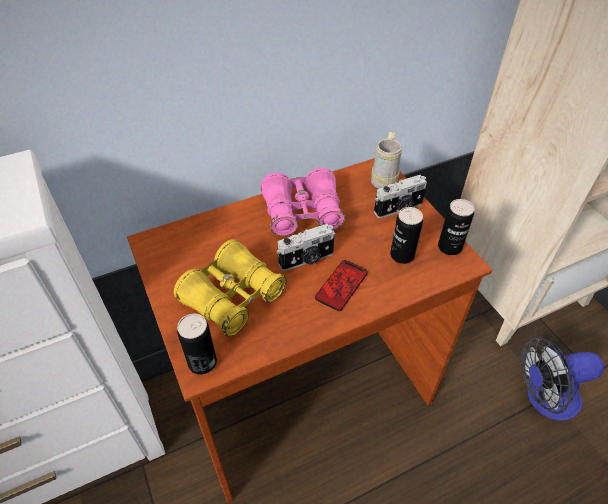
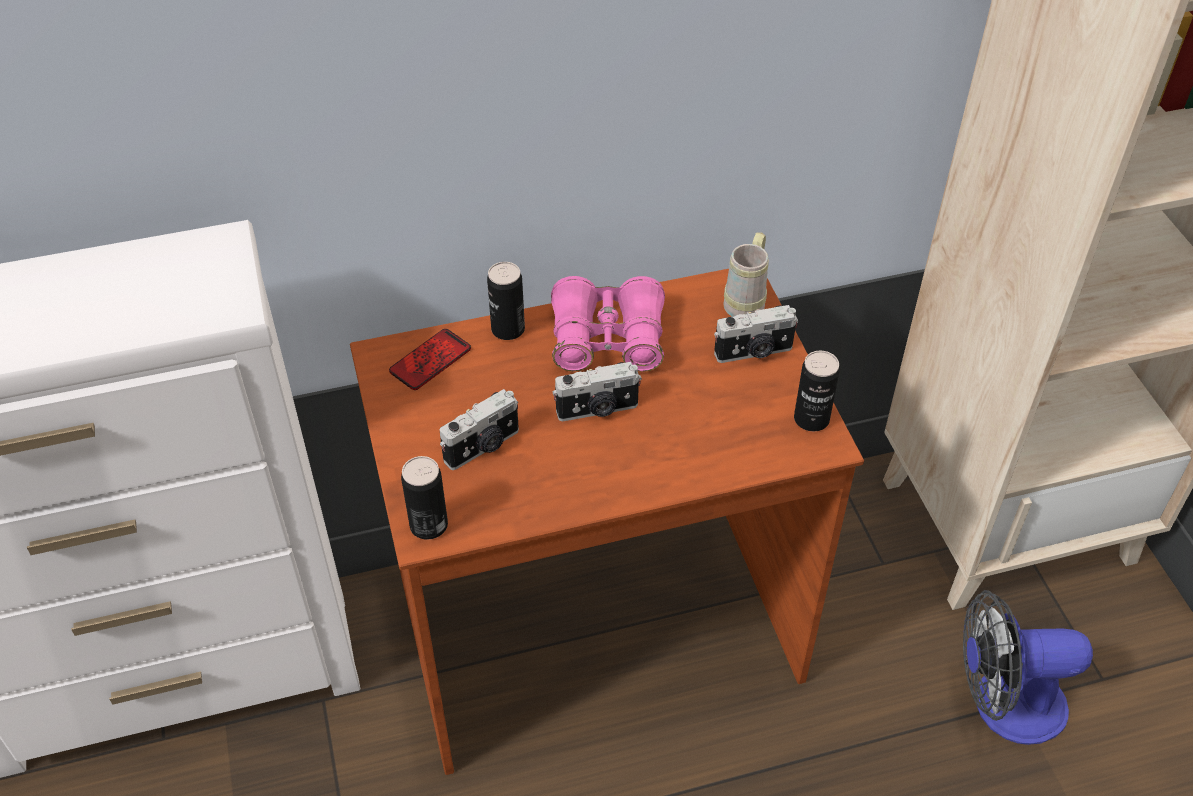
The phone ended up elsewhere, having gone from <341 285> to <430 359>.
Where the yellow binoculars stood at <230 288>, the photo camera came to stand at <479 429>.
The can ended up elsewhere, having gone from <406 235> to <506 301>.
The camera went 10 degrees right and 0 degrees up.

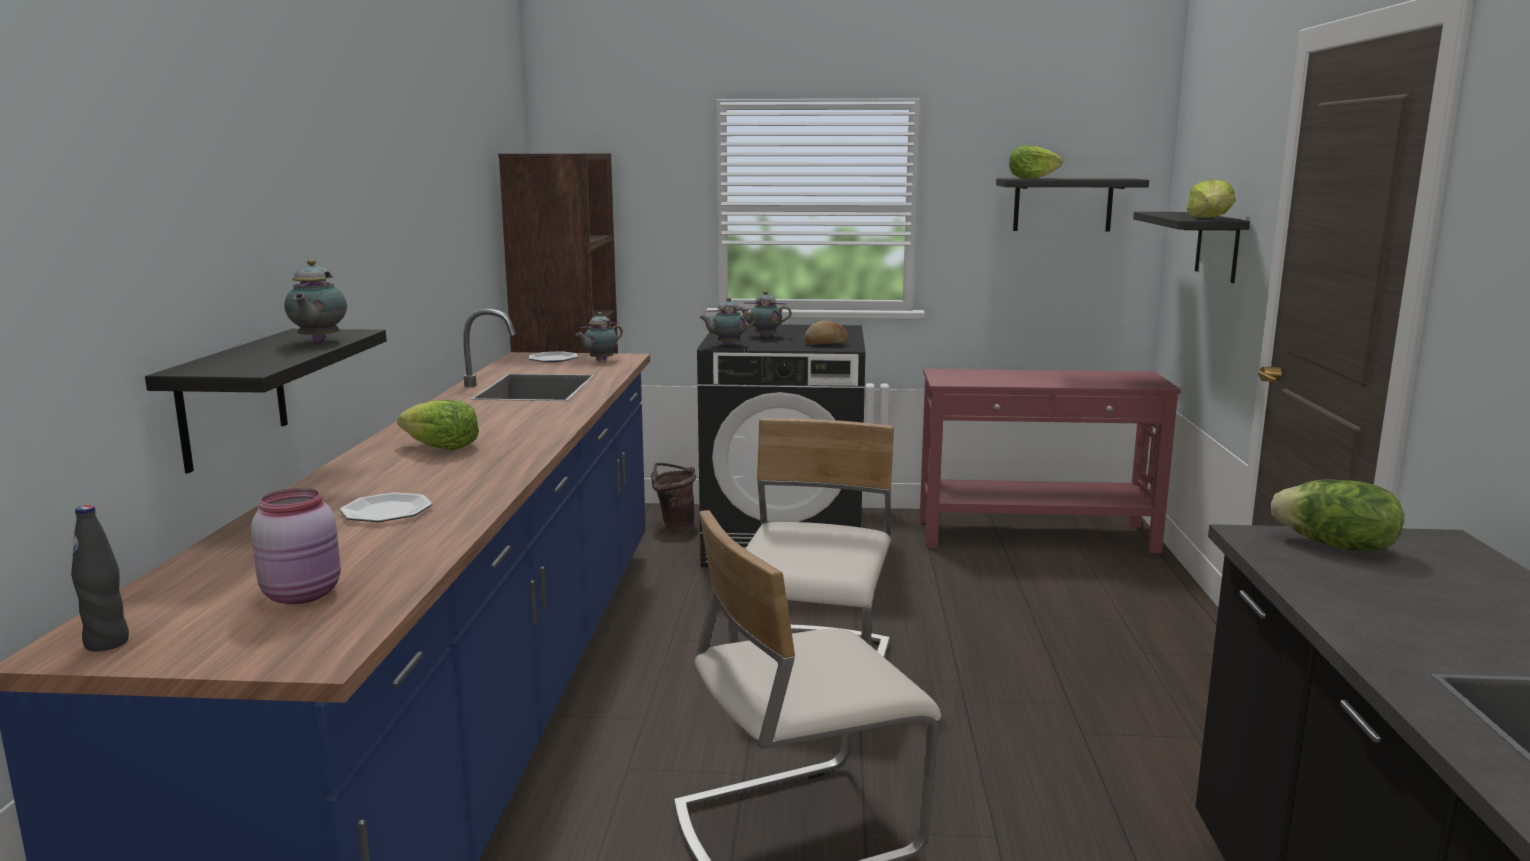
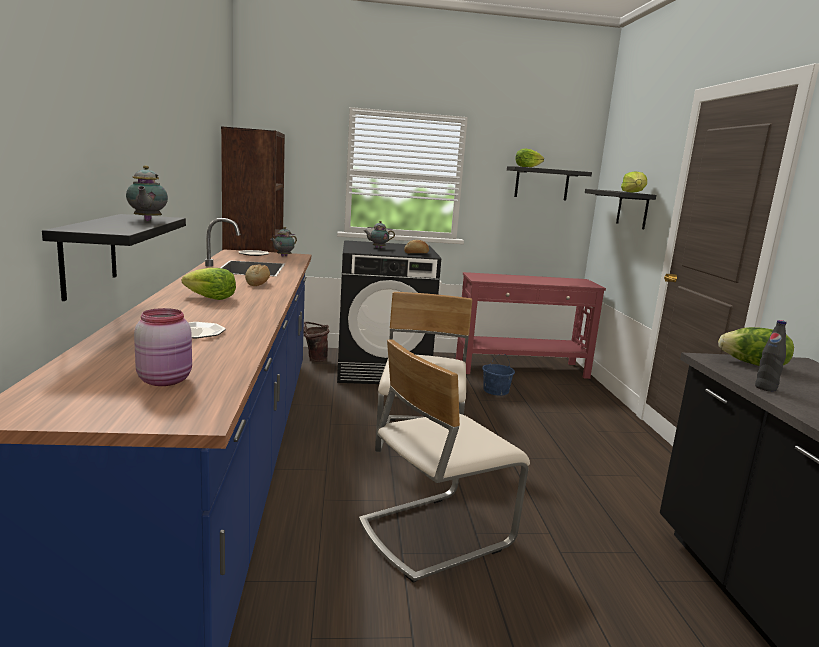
The second view gained the bread at <257 275>.
The second view gained the blue bucket at <498 374>.
The black bottle ended up elsewhere, having gone from <100 578> to <770 356>.
The second view lost the teapot at <727 321>.
The camera went 10 degrees left and 0 degrees up.

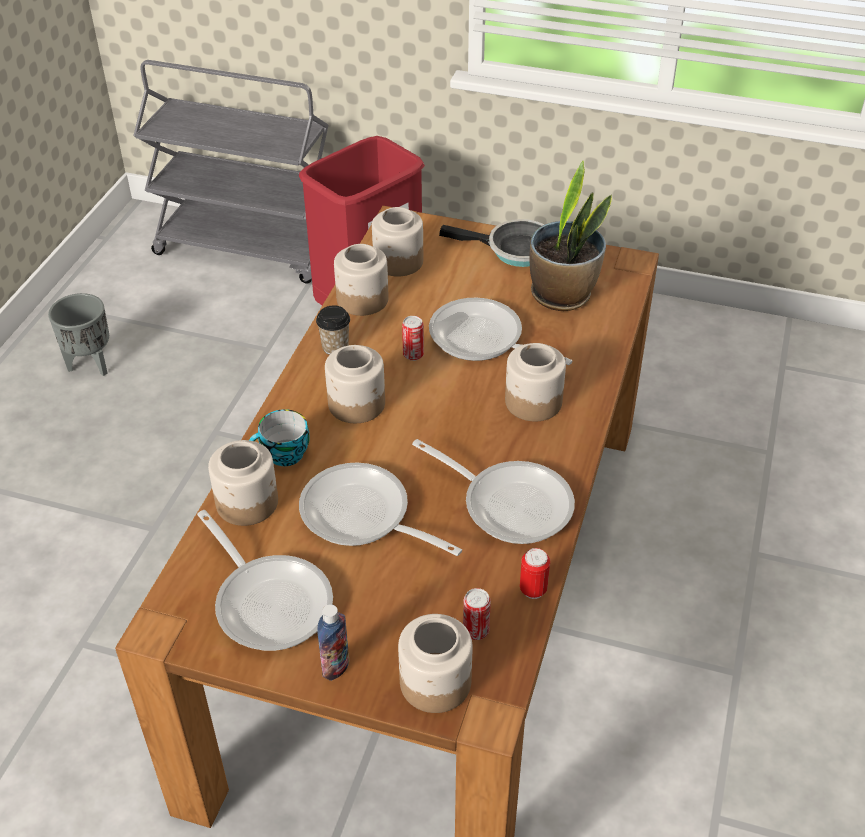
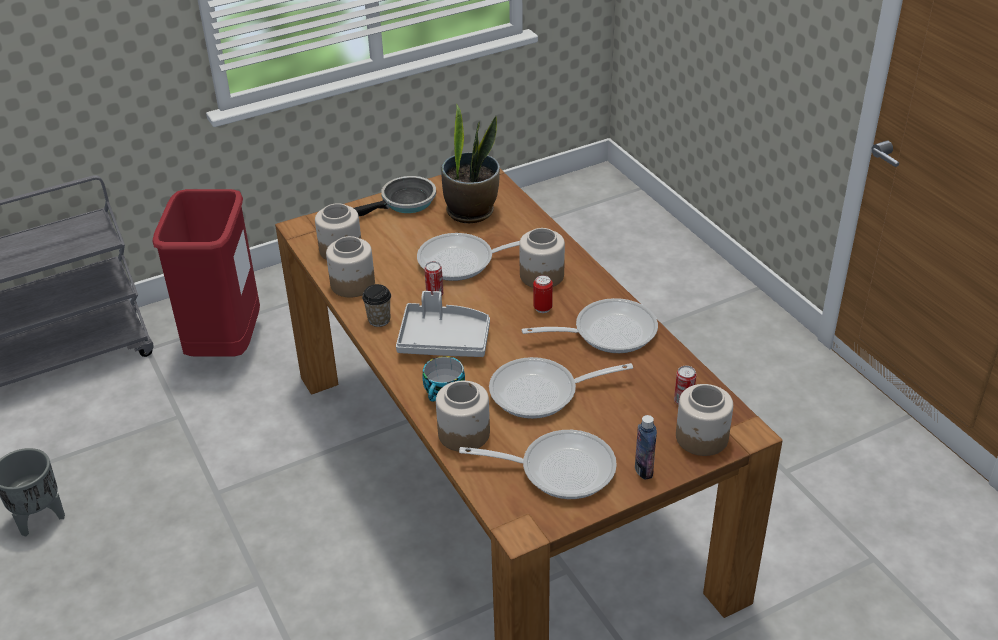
Where the jar stood at <355 384>, the grey tray came to stand at <443 324>.
The can ended up elsewhere, having gone from <535 573> to <543 294>.
The camera went 45 degrees left and 5 degrees down.

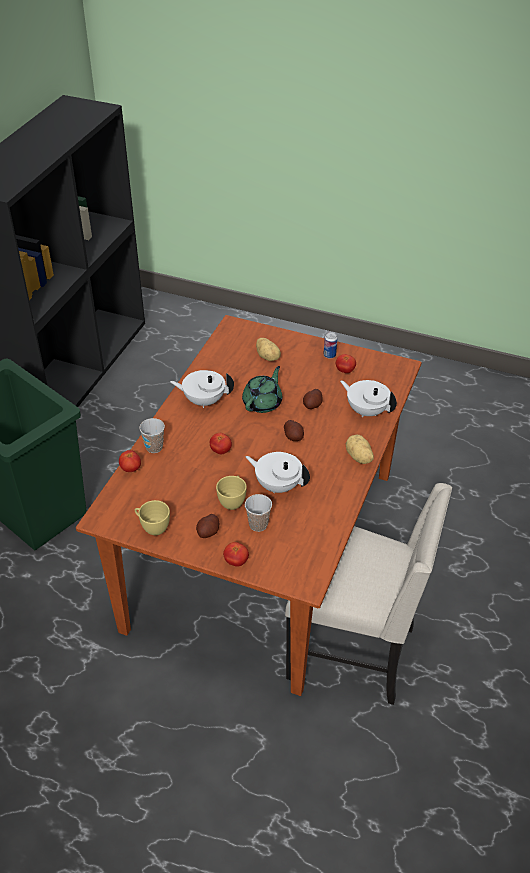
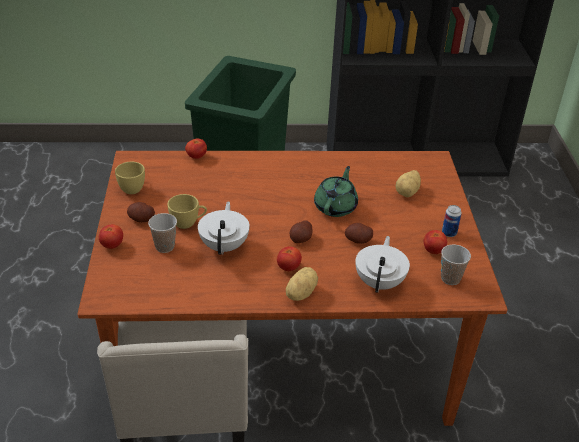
The tomato ended up elsewhere, having gone from <221 443> to <289 258>.
The green teapot at <262 389> ended up facing another way, 75 degrees counterclockwise from before.
The cup ended up elsewhere, having gone from <152 435> to <456 264>.
The second view lost the white teapot at <202 389>.
The camera went 65 degrees right and 5 degrees down.

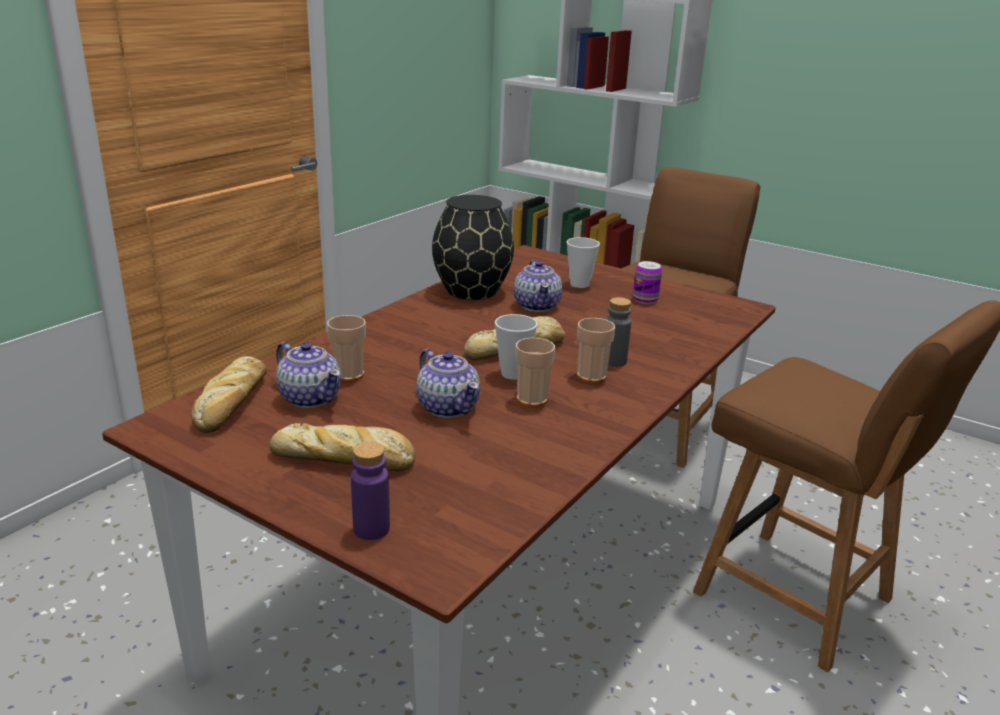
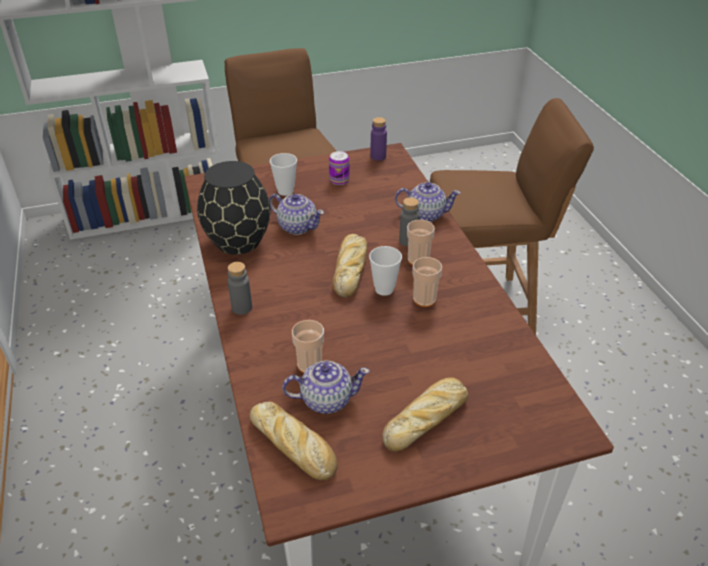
The second view gained the grey bottle at <240 288>.
The purple bottle ended up elsewhere, having gone from <370 491> to <378 139>.
The teapot ended up elsewhere, having gone from <448 383> to <428 202>.
The camera went 50 degrees left and 15 degrees up.

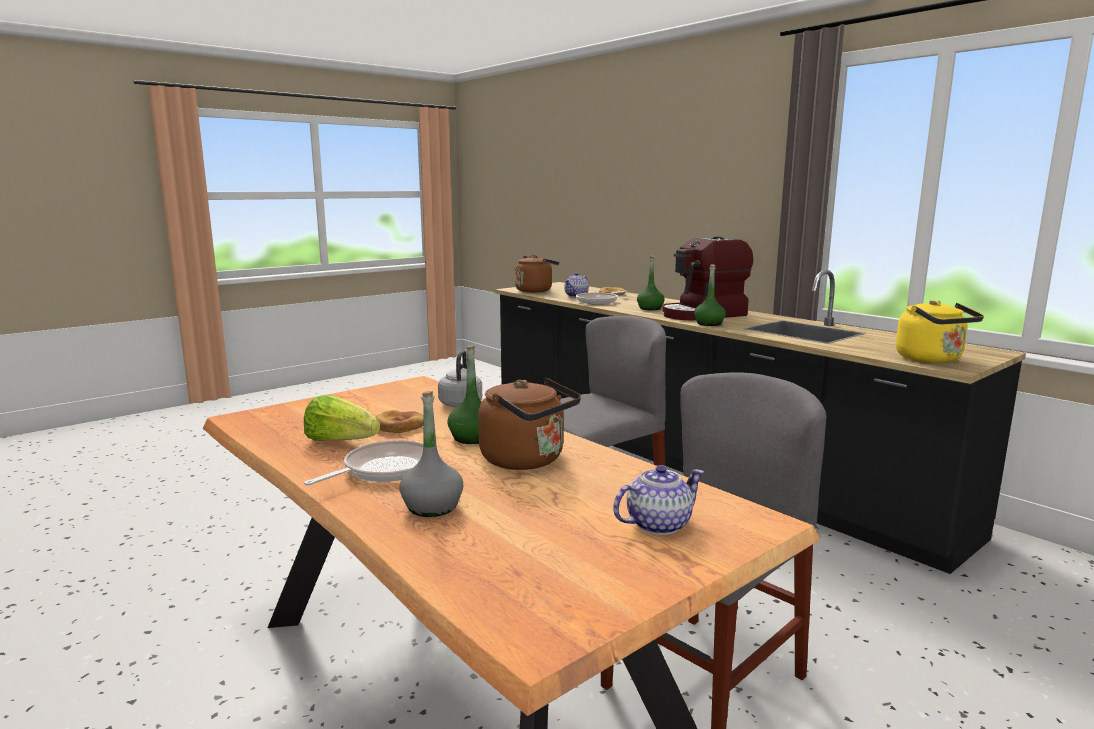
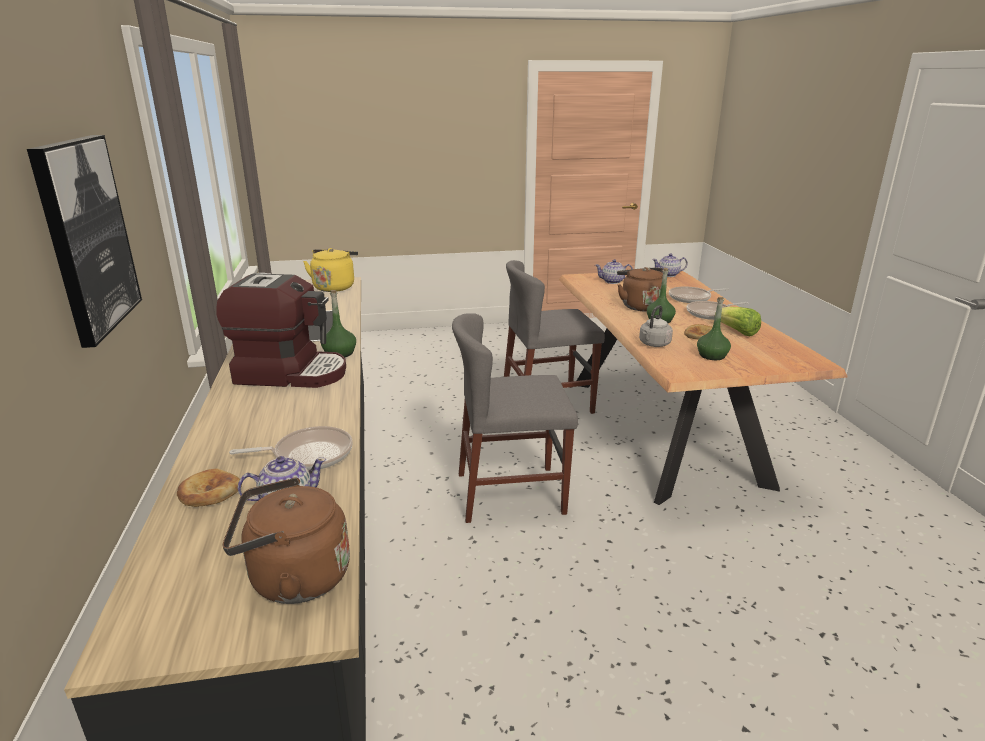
The second view gained the picture at <84 241>.
The second view gained the teapot at <670 265>.
Where the grey bottle stood at <431 454>, the frying pan came to stand at <699 294>.
The green bottle ended up elsewhere, having gone from <651 283> to <714 328>.
The camera went 150 degrees left and 10 degrees up.

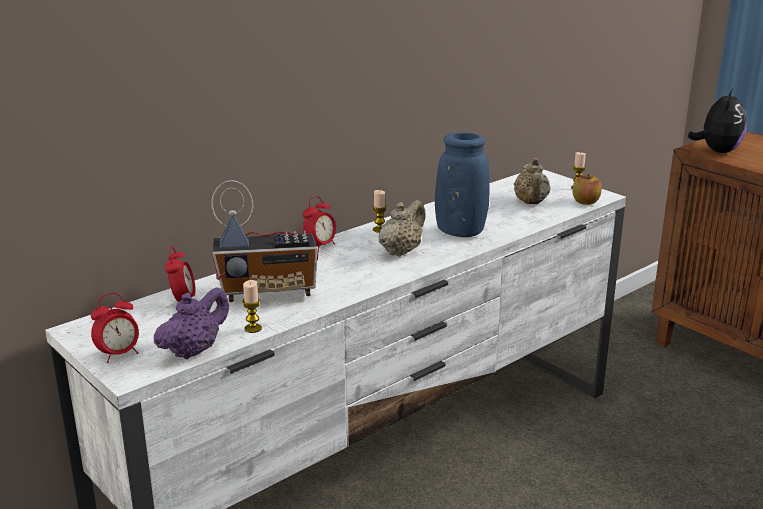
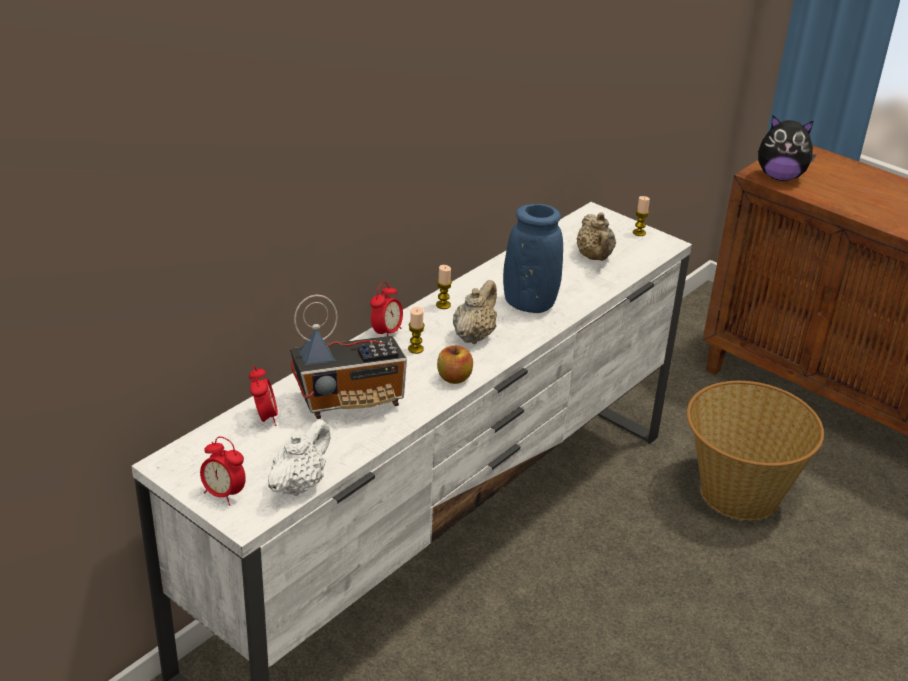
The alarm clock at <115 328> ended up facing another way, 75 degrees clockwise from before.
What was the purple teapot at <191 323> turned into the white teapot at <299 457>.
The candle ended up elsewhere, having gone from <252 306> to <416 330>.
The apple ended up elsewhere, having gone from <587 189> to <455 365>.
The second view gained the basket at <755 450>.
The plush toy at <717 120> ended up facing another way, 90 degrees clockwise from before.
The camera went 10 degrees left and 10 degrees up.

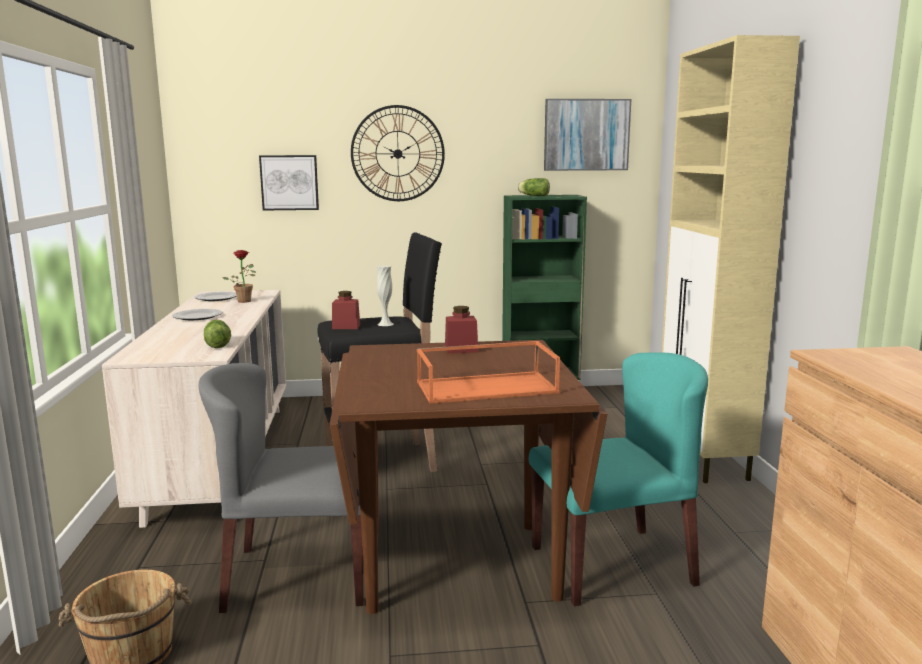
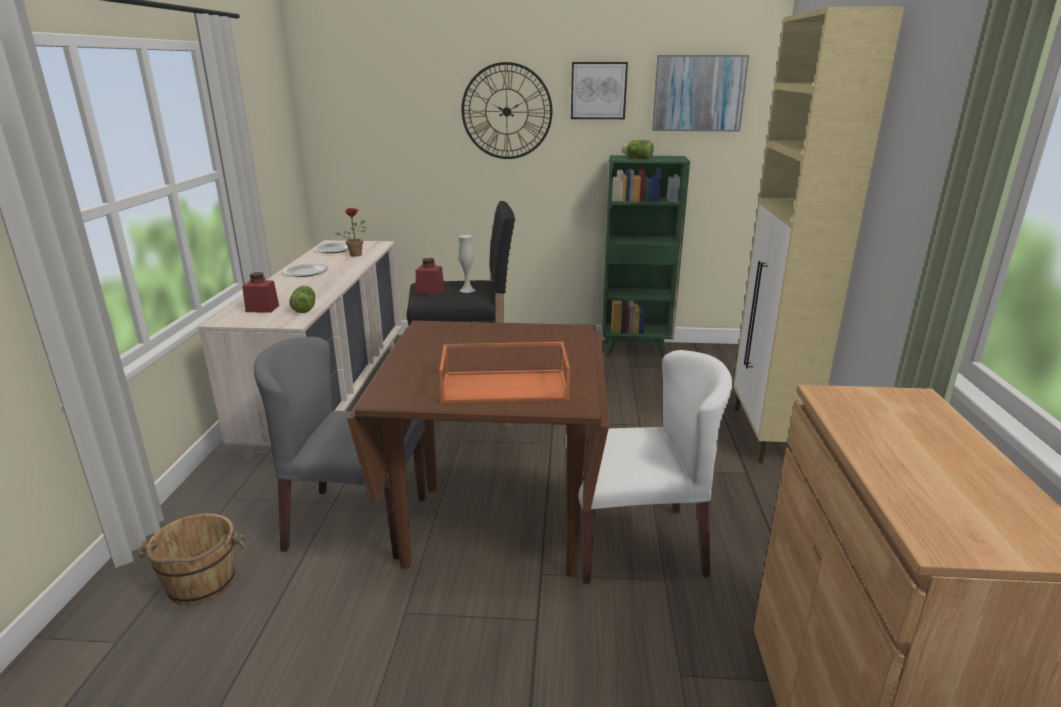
The red jar ended up elsewhere, having gone from <461 330> to <260 292>.
What was the turquoise chair at <618 479> turned into the white chair at <648 467>.
The picture ended up elsewhere, having gone from <289 182> to <599 90>.
The camera went 10 degrees right and 10 degrees up.

